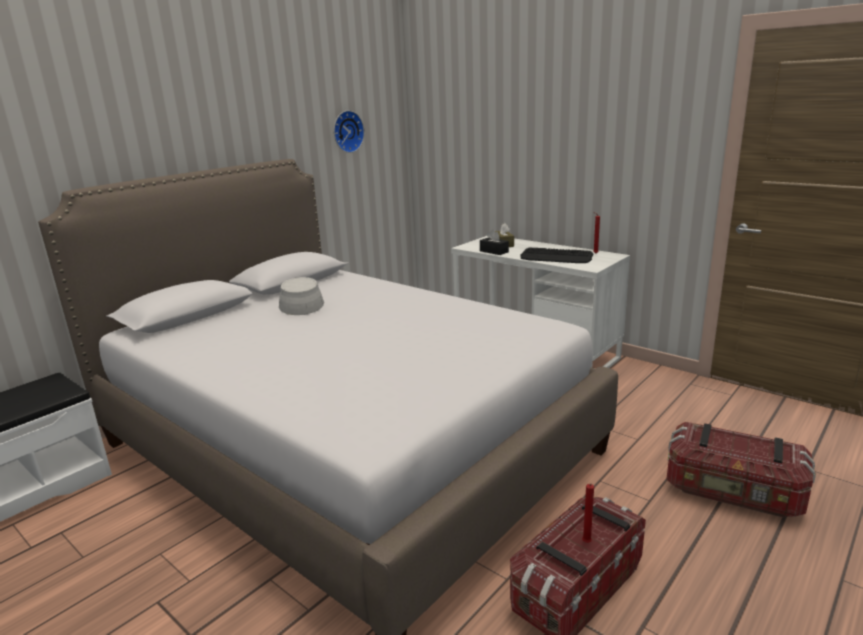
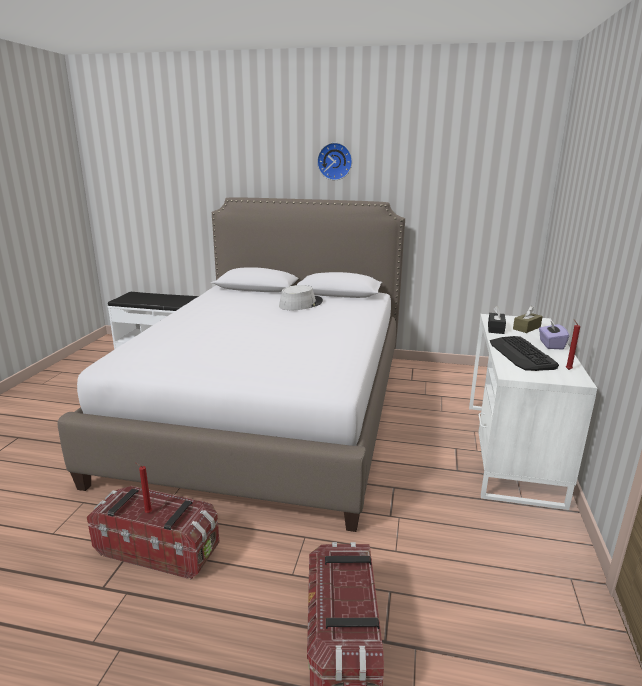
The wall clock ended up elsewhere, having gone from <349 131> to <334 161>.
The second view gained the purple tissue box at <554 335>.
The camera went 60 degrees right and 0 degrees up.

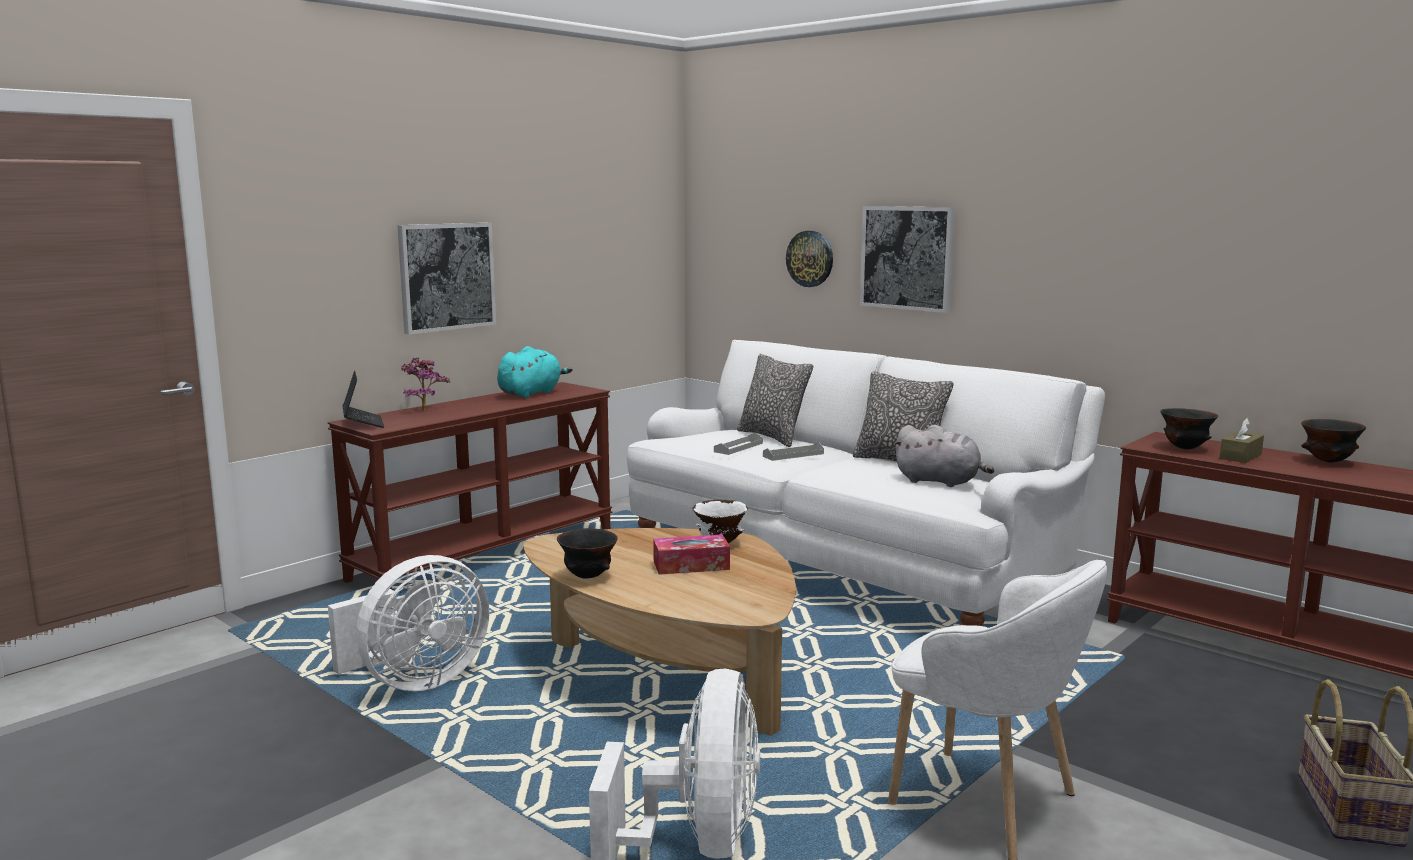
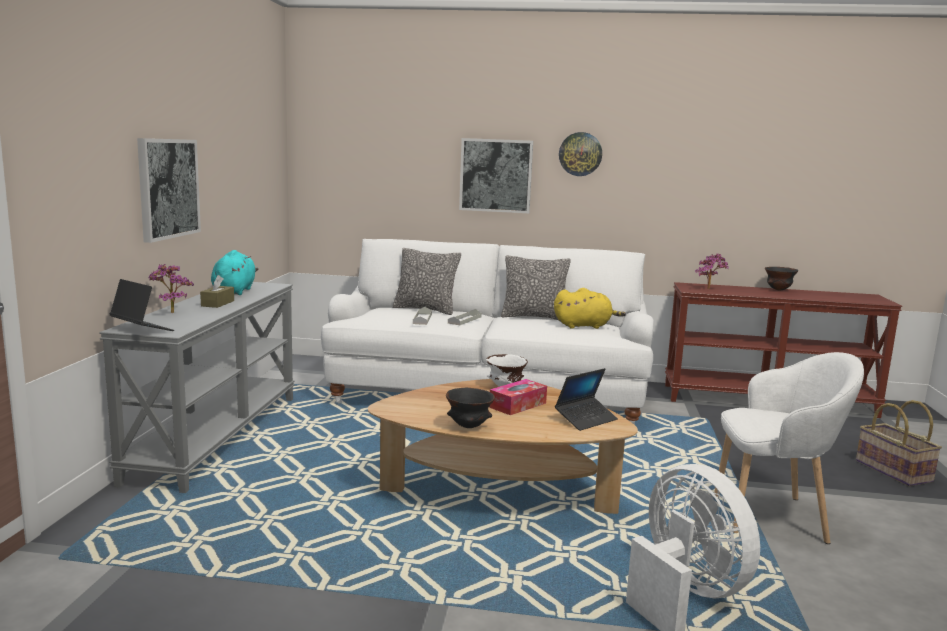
What was the brown console table at <470 486> turned into the grey console table at <197 387>.
The brown tissue box ended up elsewhere, having gone from <1241 440> to <217 291>.
What was the grey plush toy at <944 456> turned into the yellow plush toy at <590 308>.
The second view gained the laptop at <586 399>.
The wall clock ended up elsewhere, having gone from <809 259> to <580 154>.
Where the black bowl stood at <1189 428>, the potted plant came to stand at <711 271>.
The second view lost the white fan at <408 623>.
The camera went 35 degrees left and 0 degrees up.

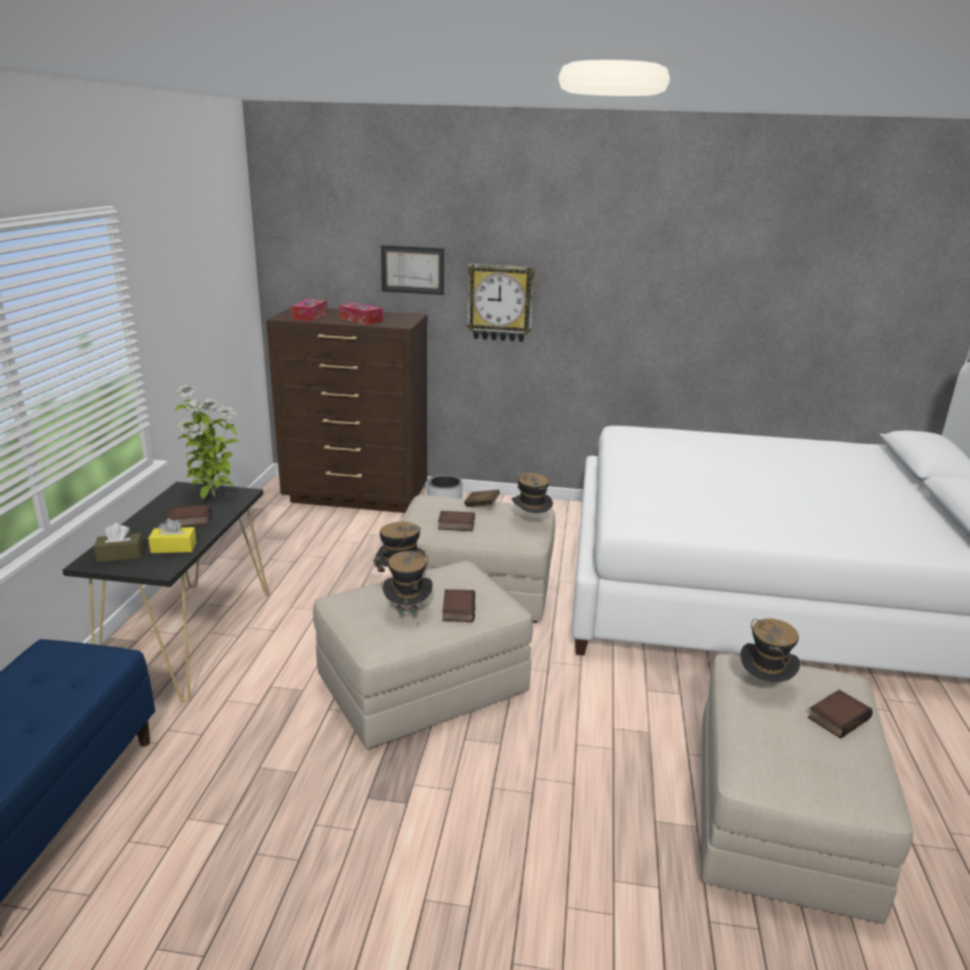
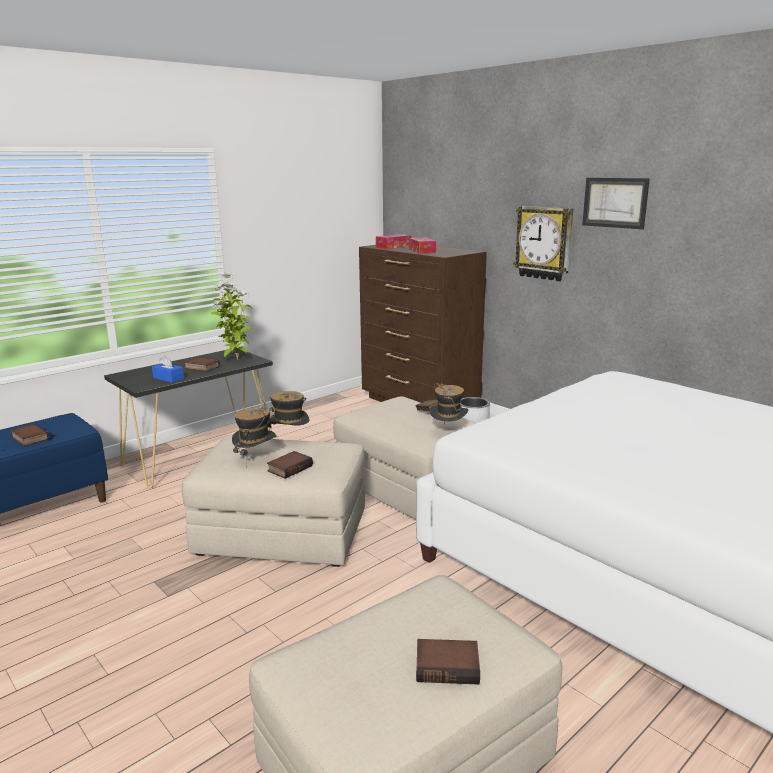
The book ended up elsewhere, having gone from <456 521> to <29 435>.
What was the yellow tissue box at <172 535> turned into the blue tissue box at <168 369>.
The picture ended up elsewhere, having gone from <412 270> to <616 203>.
The second view lost the brown tissue box at <119 542>.
The second view lost the hat at <770 650>.
The camera went 40 degrees right and 5 degrees down.

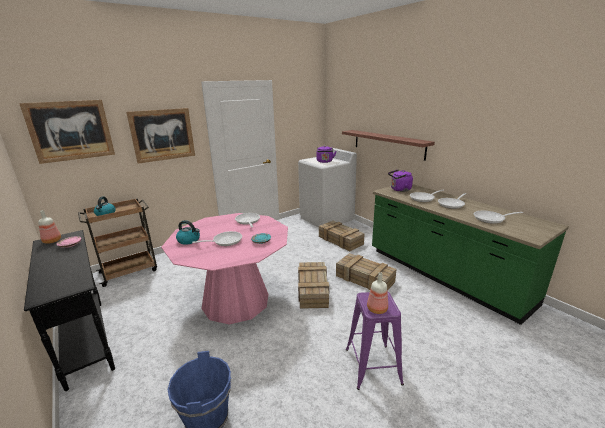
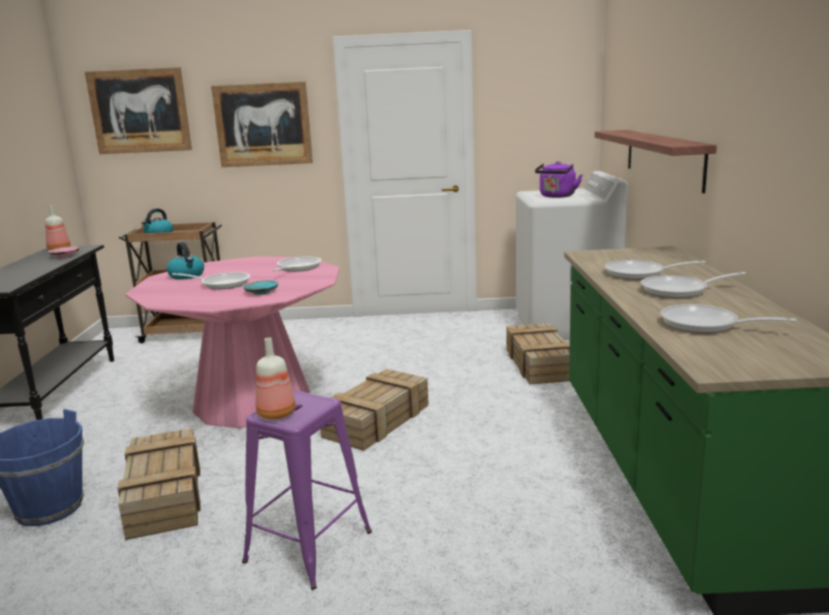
The crate ended up elsewhere, having gone from <366 272> to <159 484>.
The second view lost the purple kettle at <400 180>.
The camera went 35 degrees right and 5 degrees down.

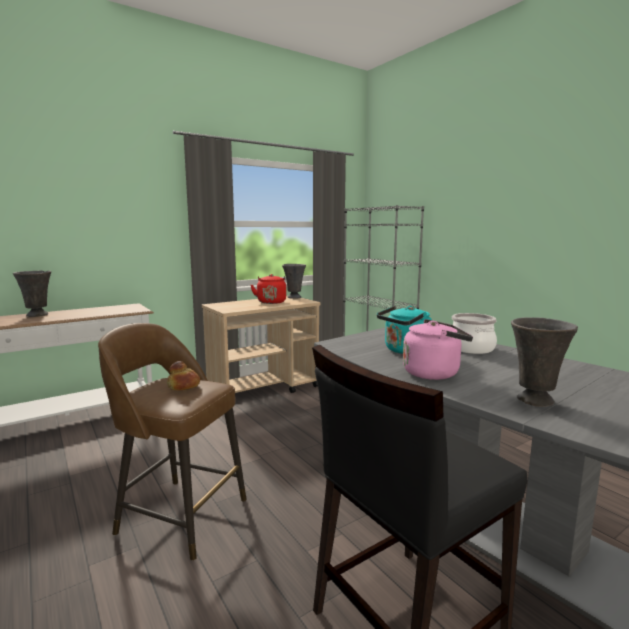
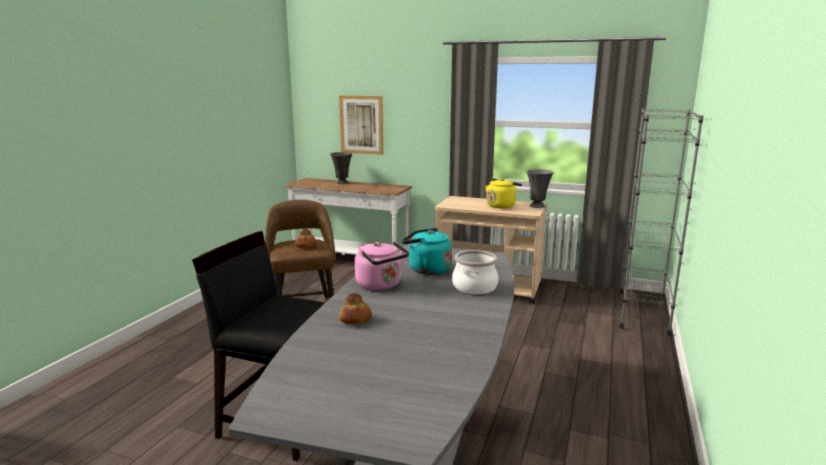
The second view gained the picture at <361 125>.
Where the grey vase stood at <544 362>, the bread came to stand at <355 308>.
What was the red kettle at <268 289> turned into the yellow kettle at <503 193>.
The camera went 55 degrees right and 5 degrees up.

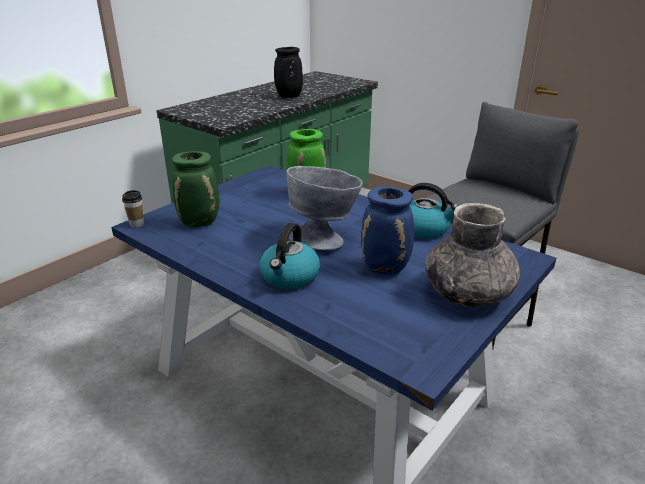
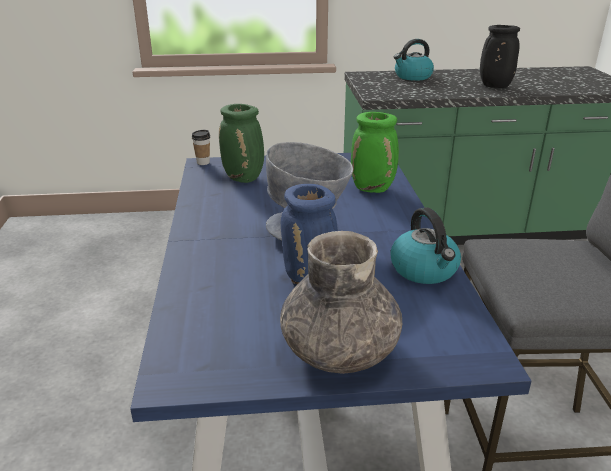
The kettle ended up elsewhere, having gone from <290 256> to <414 60>.
The camera went 45 degrees right and 0 degrees up.

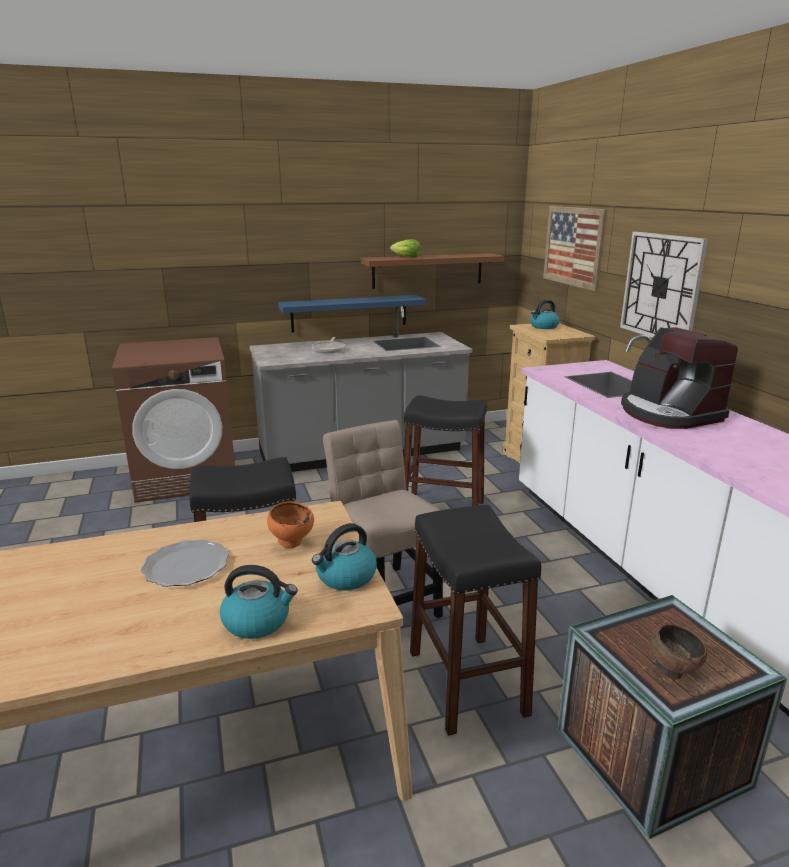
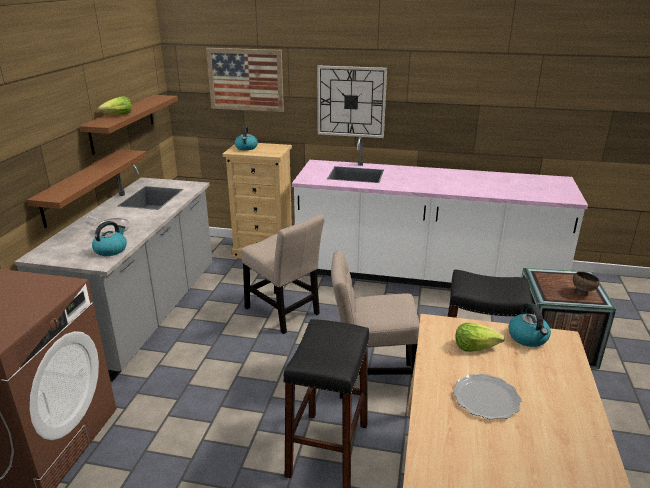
What was the blue shelf at <352 314> turned into the brown shelf at <87 188>.
The kettle ended up elsewhere, having gone from <259 602> to <109 238>.
Where the black stool stood at <445 450>, the beige chair came to stand at <283 274>.
Where the orange bowl stood at <290 524>, the lettuce came to stand at <480 337>.
The second view lost the coffee machine at <679 378>.
The camera went 60 degrees left and 5 degrees up.

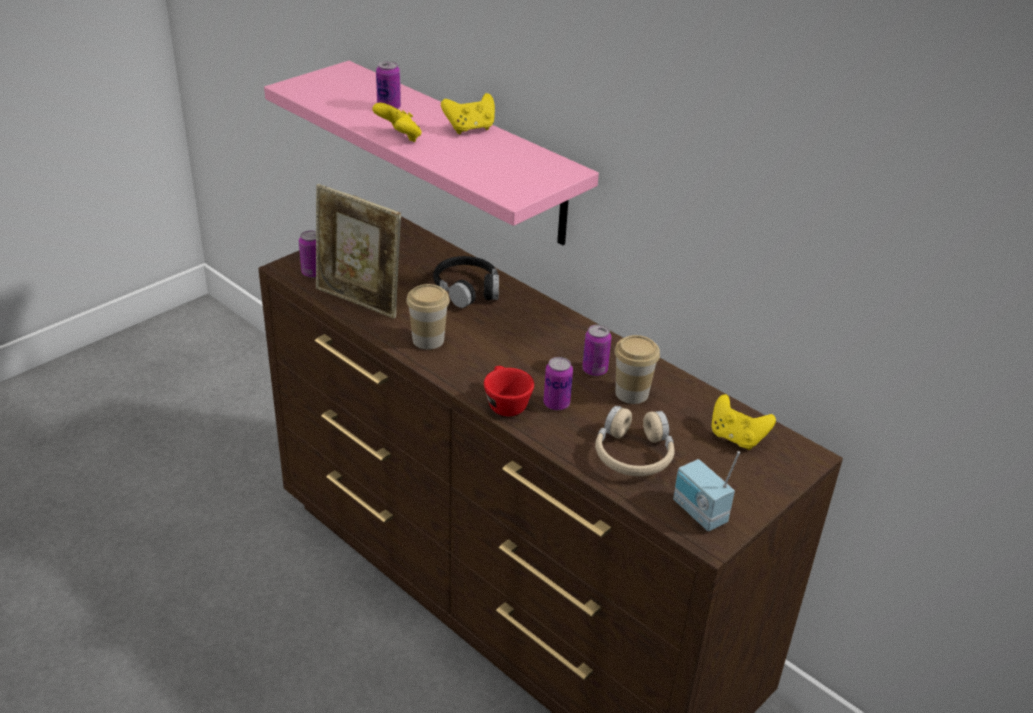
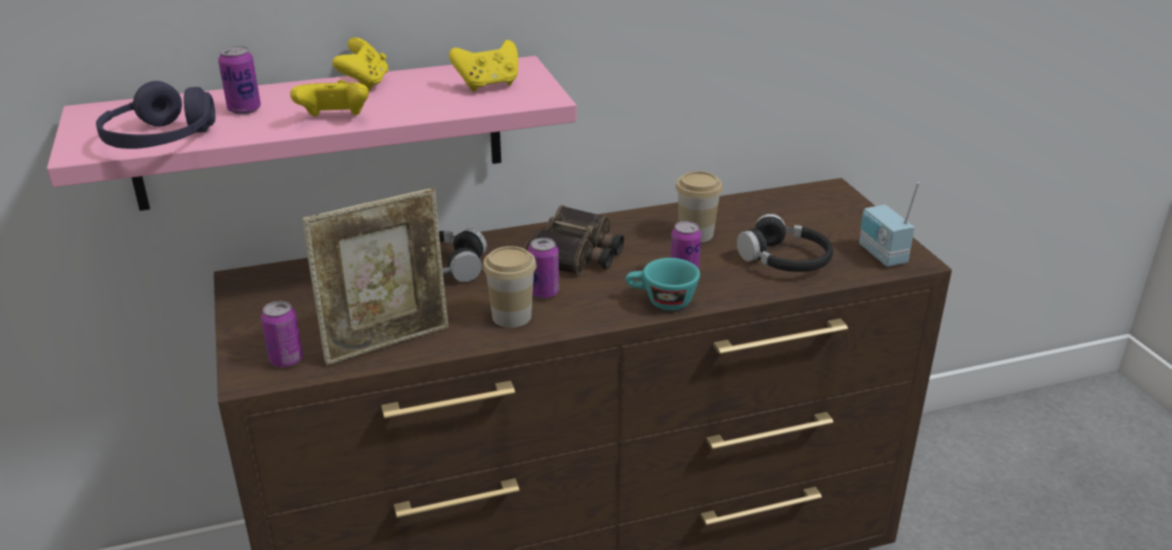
The second view gained the purple headphones at <155 115>.
The yellow game controller ended up elsewhere, having gone from <743 422> to <483 66>.
The second view gained the binoculars at <574 240>.
The can ended up elsewhere, having gone from <596 350> to <543 268>.
What was the red cup at <509 391> turned into the turquoise cup at <663 284>.
What was the beige headphones at <635 441> turned into the black headphones at <785 243>.
The radio at <706 491> ended up facing another way, 75 degrees clockwise from before.
The camera went 60 degrees left and 5 degrees down.

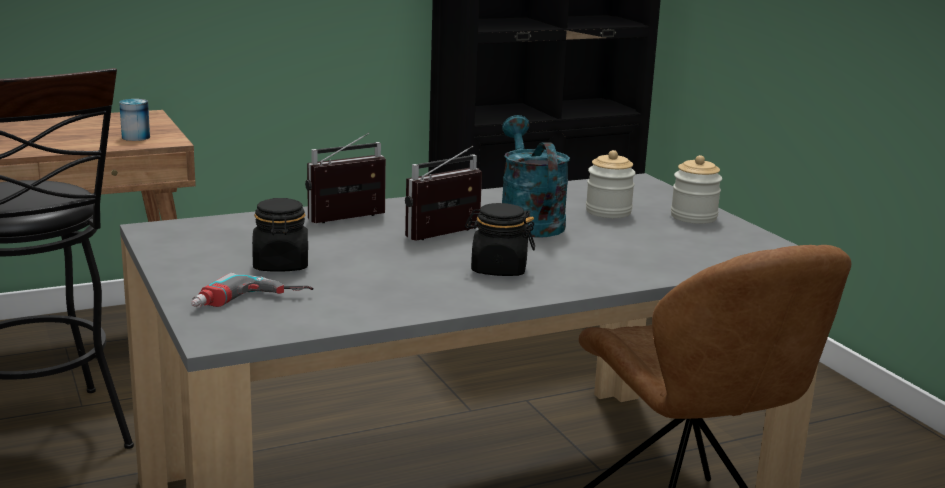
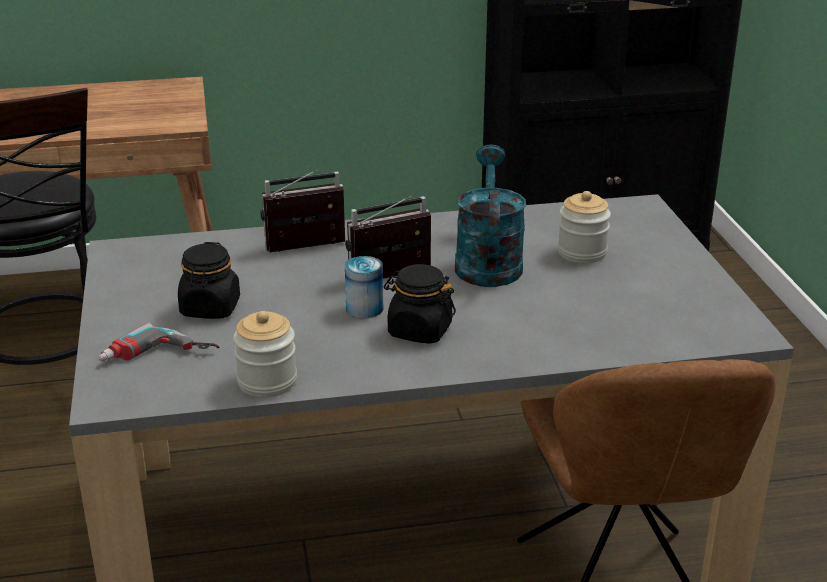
The jar ended up elsewhere, having gone from <696 189> to <265 354>.
The can ended up elsewhere, having gone from <134 120> to <364 287>.
The camera went 15 degrees right and 10 degrees up.

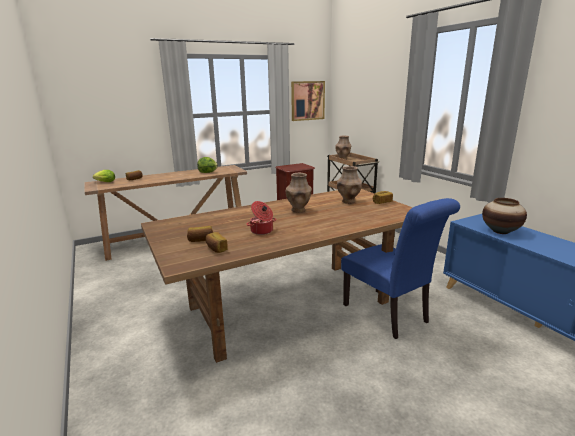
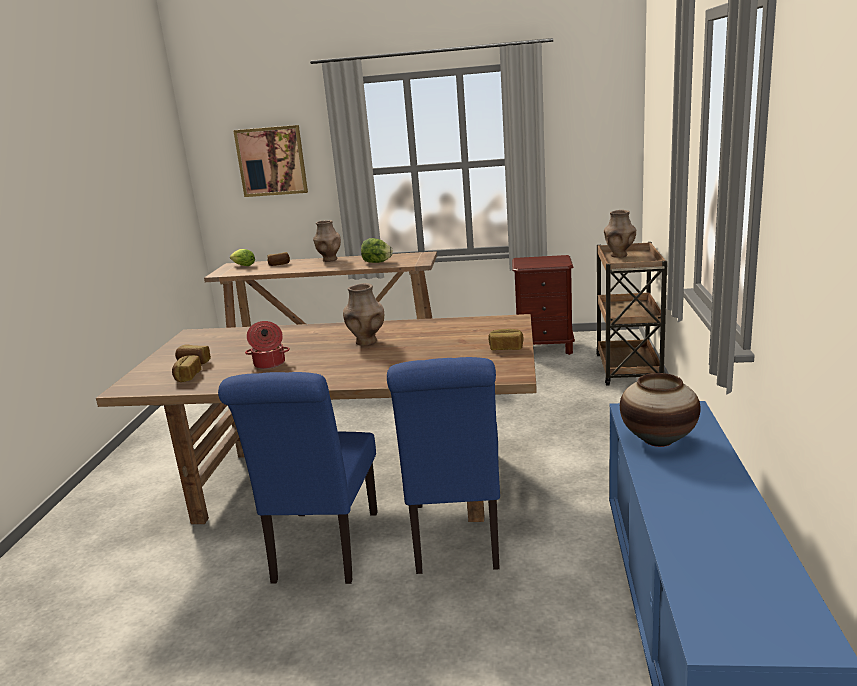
The second view gained the blue chair at <298 478>.
The picture ended up elsewhere, having gone from <308 101> to <270 161>.
The brown vase ended up elsewhere, having gone from <349 185> to <327 241>.
The camera went 35 degrees right and 0 degrees up.

